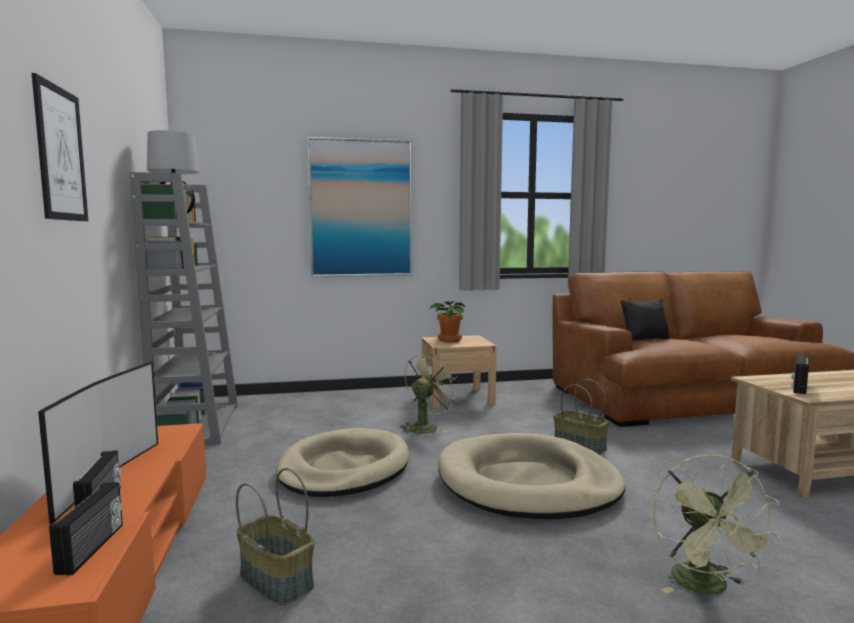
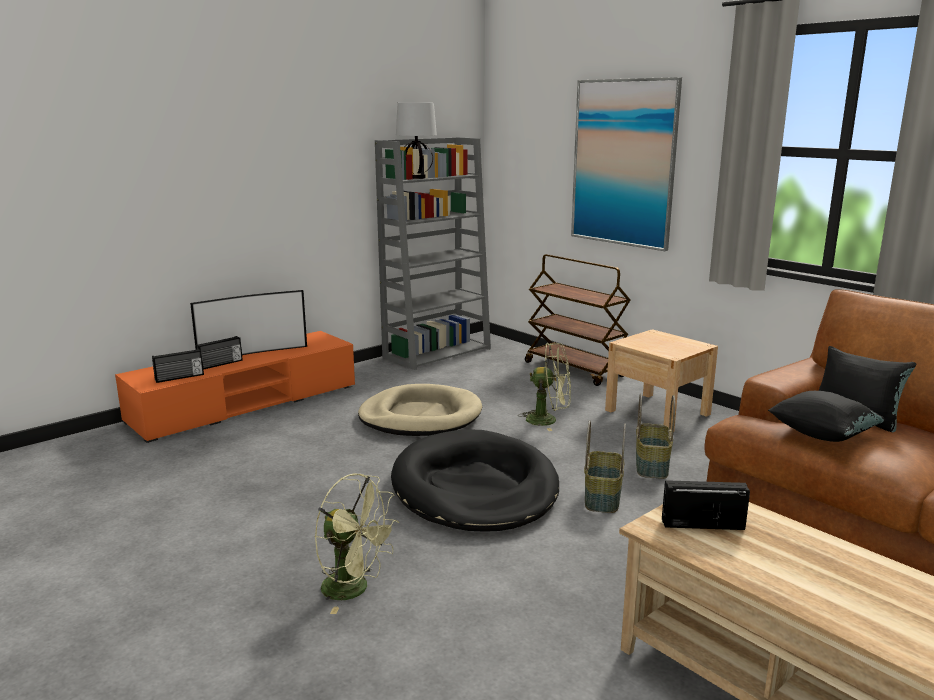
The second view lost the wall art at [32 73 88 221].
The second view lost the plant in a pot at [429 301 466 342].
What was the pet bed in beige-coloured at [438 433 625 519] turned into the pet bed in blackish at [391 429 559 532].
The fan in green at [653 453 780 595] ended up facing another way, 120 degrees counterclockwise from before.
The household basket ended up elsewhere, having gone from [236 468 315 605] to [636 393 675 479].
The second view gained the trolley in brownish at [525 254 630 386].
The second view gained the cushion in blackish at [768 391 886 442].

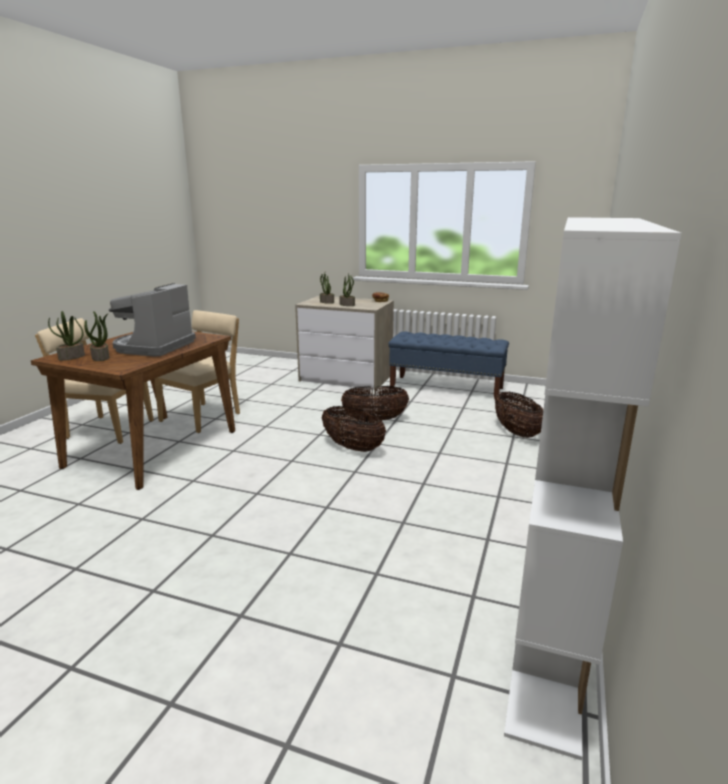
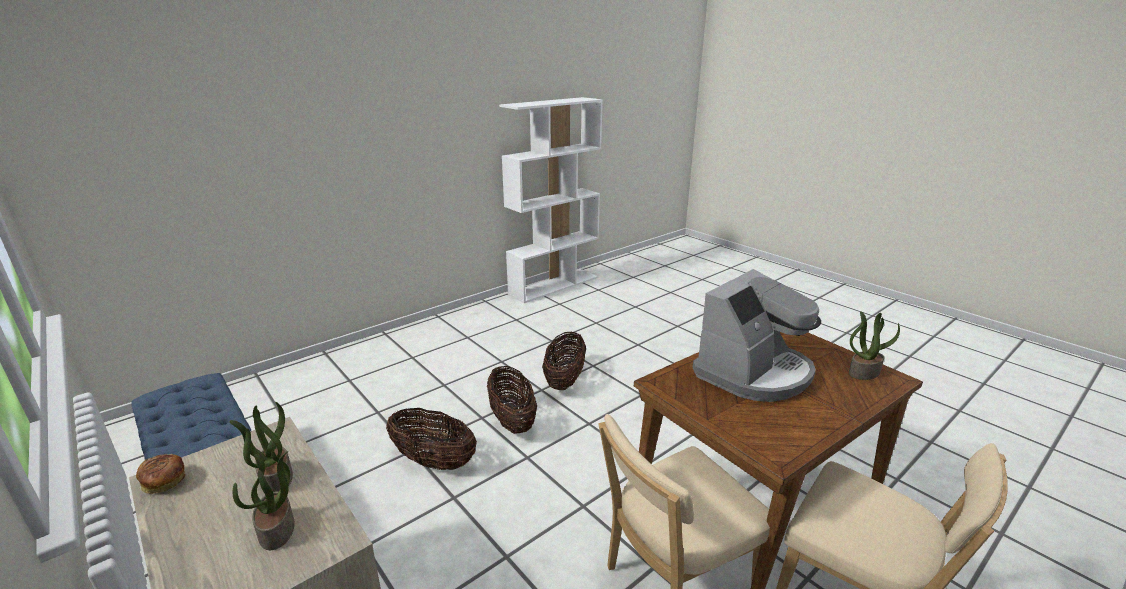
The second view lost the plant in a pot at [84 311 110 361].
The household basket ended up elsewhere, having gone from [495 392 543 438] to [542 332 586 390].

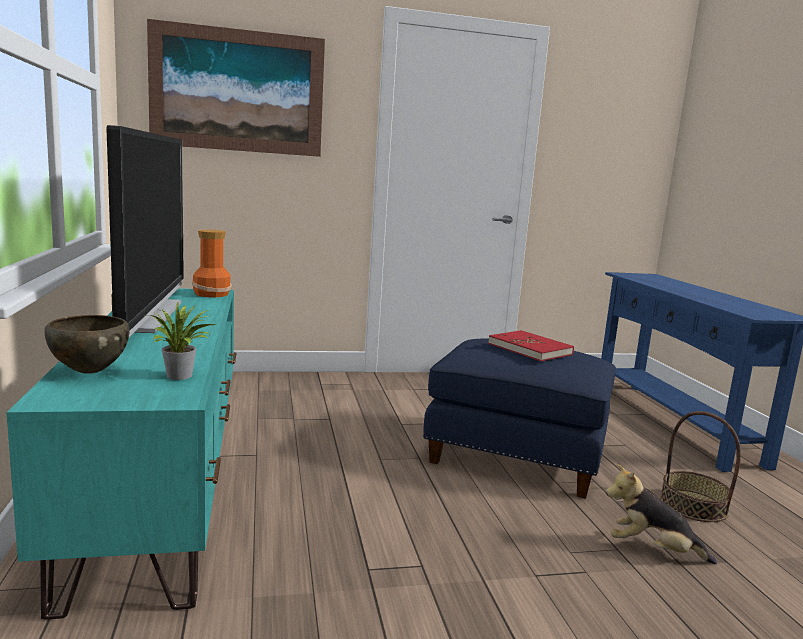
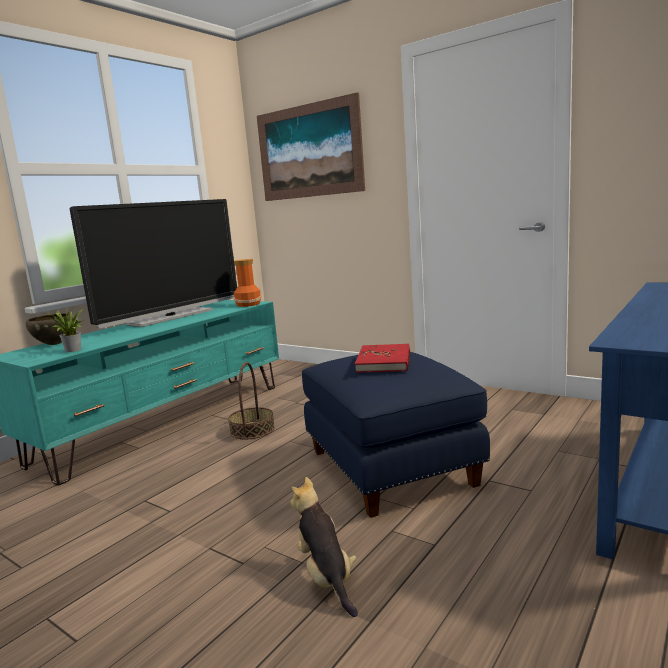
The household basket ended up elsewhere, having gone from [660 411 741 522] to [228 362 275 439].

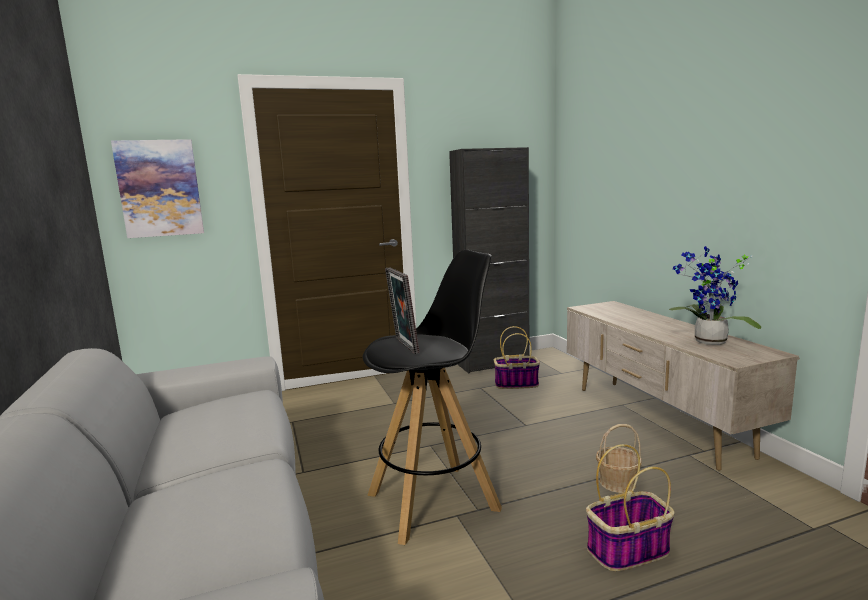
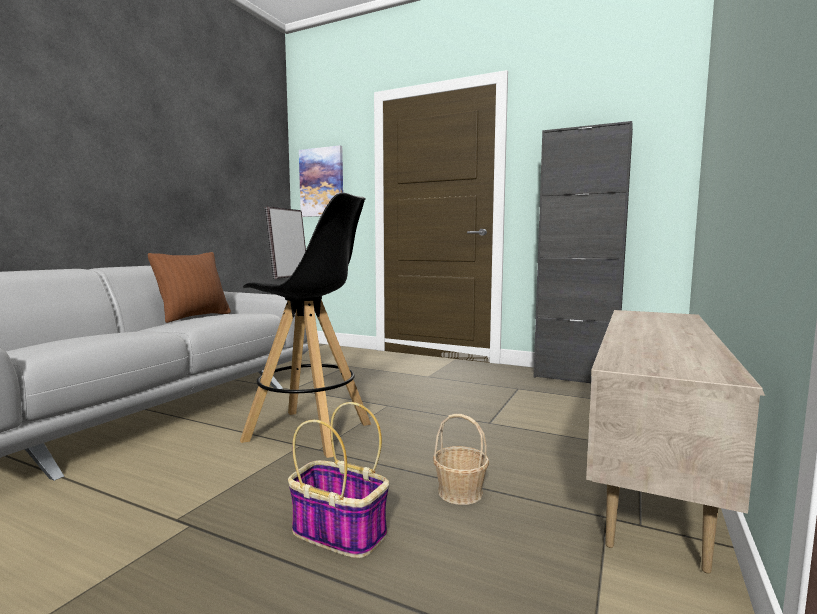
The second view lost the plant in a pot at [669 246 761 345].
The second view lost the household basket at [494 326 540 389].
The second view gained the cushion in brownish at [148 252 231 323].

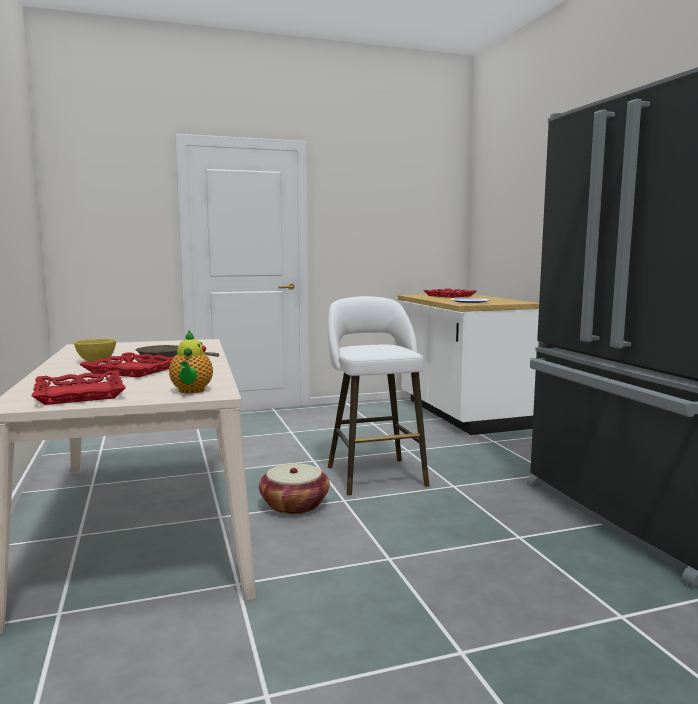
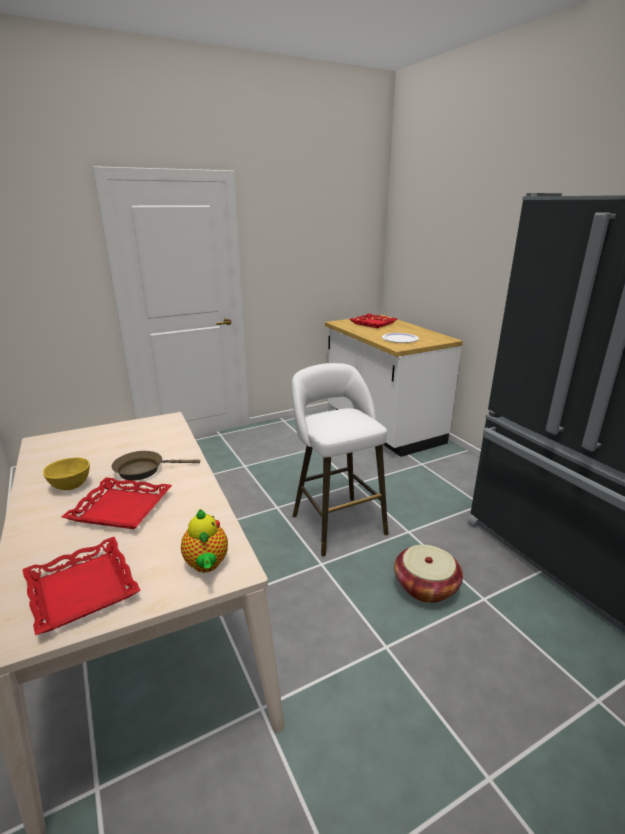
The household basket ended up elsewhere, having gone from [259 463 330 515] to [394 545 463 603].

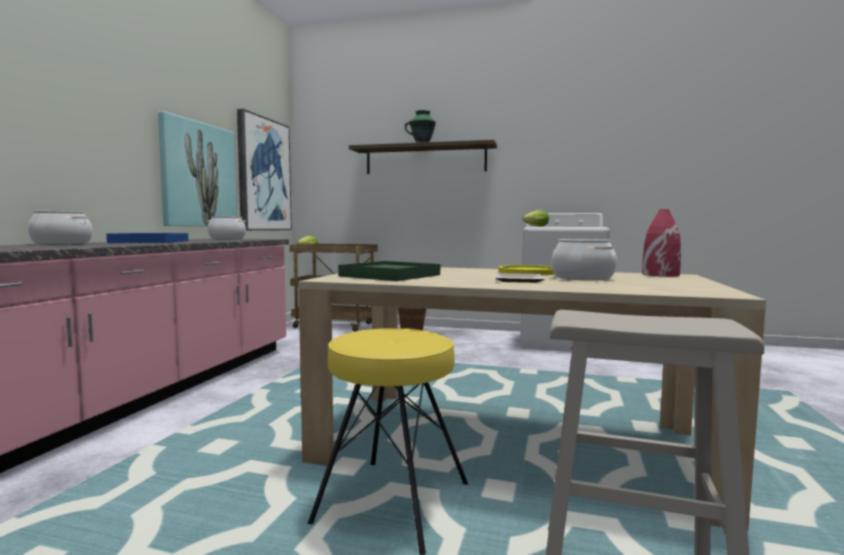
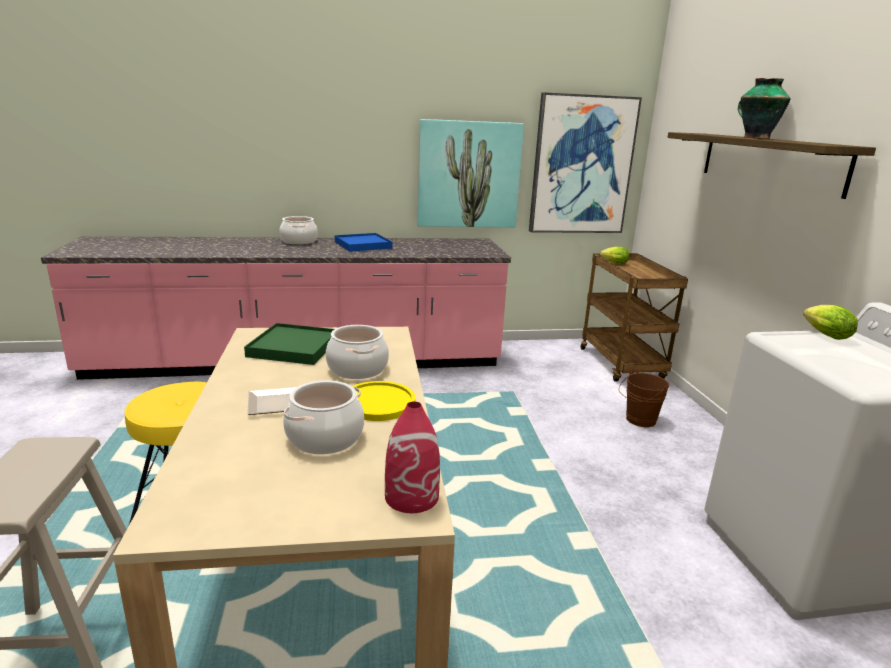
The stockpot ended up elsewhere, having gone from [207 216 246 239] to [326 325 389 379].

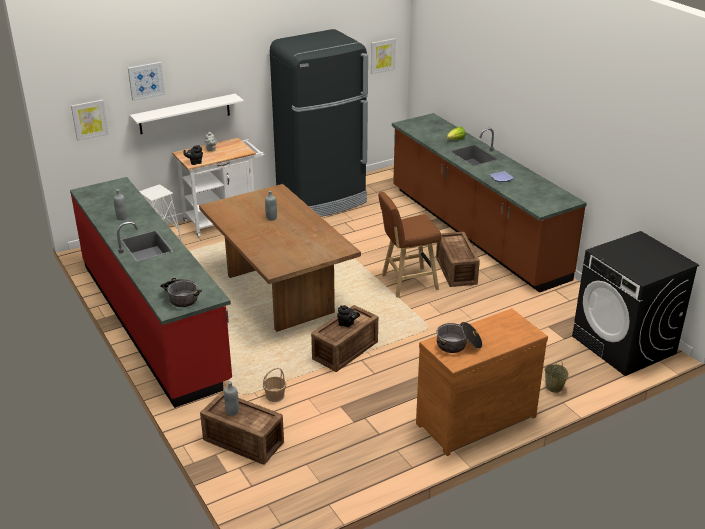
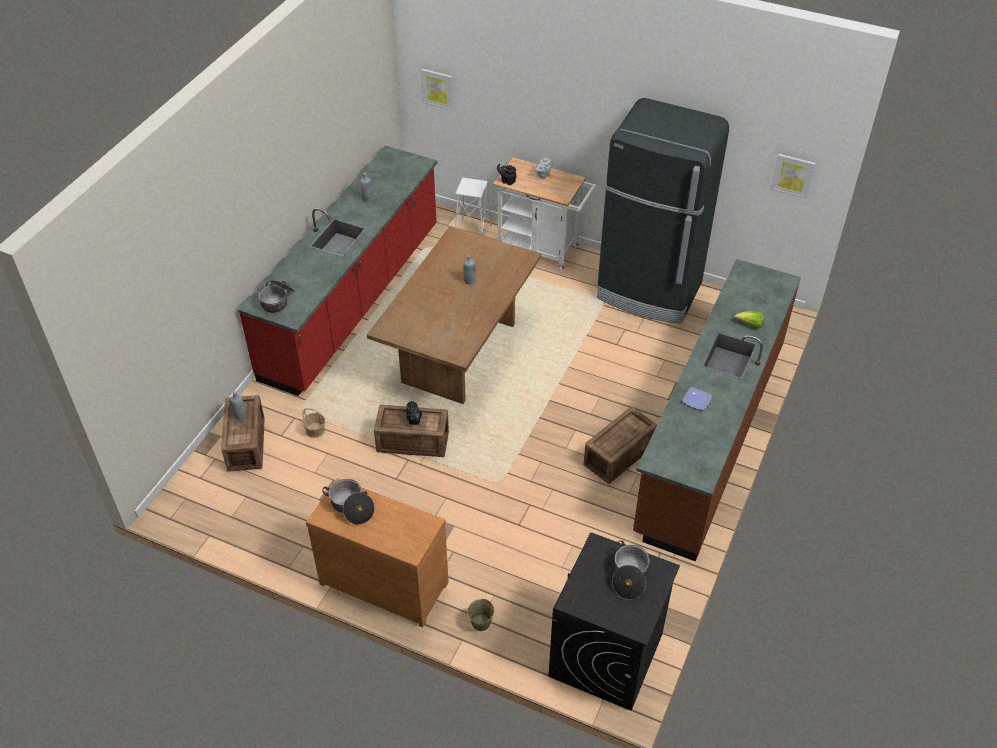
The second view lost the wall art at [128 62 165 101].
The second view lost the wall shelf in white at [130 94 244 134].
The second view lost the stool seat in brownish at [378 192 442 297].
The second view gained the stockpot at [612 540 650 600].

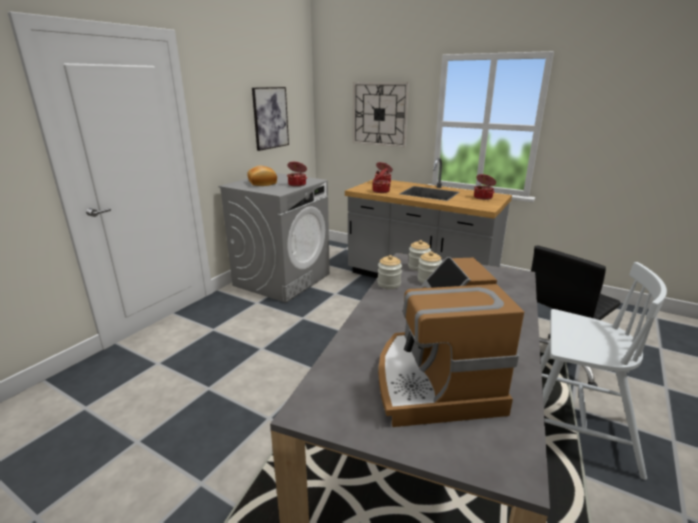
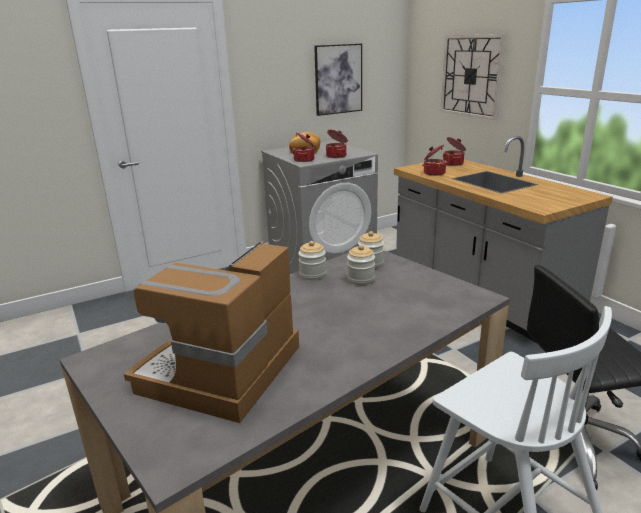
The stockpot ended up elsewhere, having gone from [474 174 496 200] to [293 132 314 162].

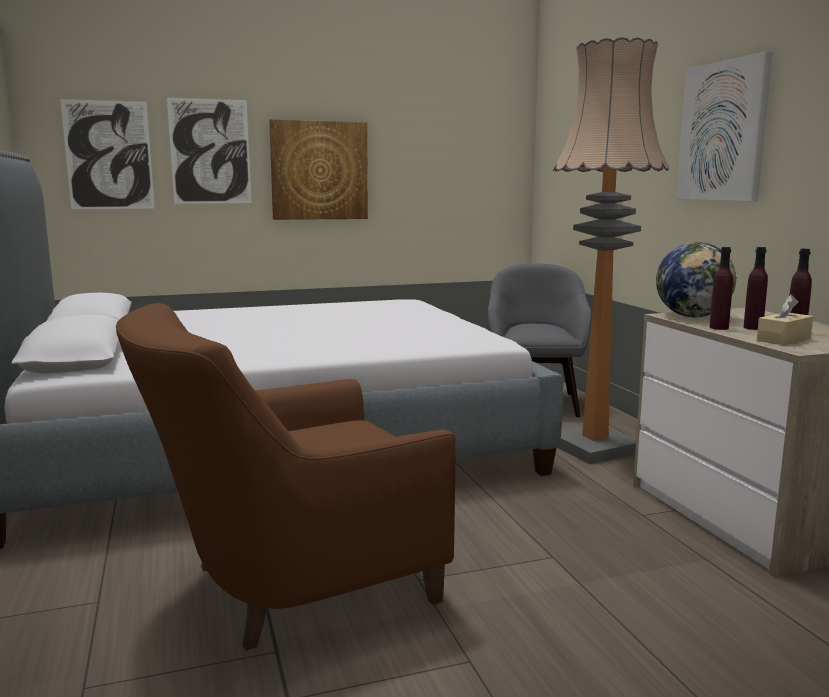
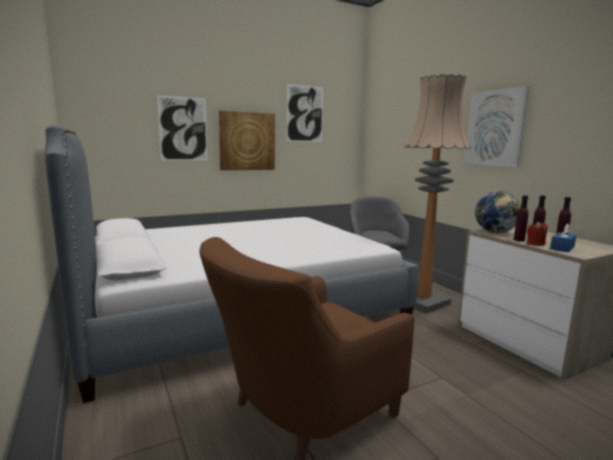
The wall art ended up elsewhere, having gone from [60 99 155 209] to [287 84 323 142].
What was the tissue box in beige-coloured at [757 295 813 345] turned into the tissue box in blue at [550 224 576 252].
The second view gained the candle in red at [527 221 547 246].

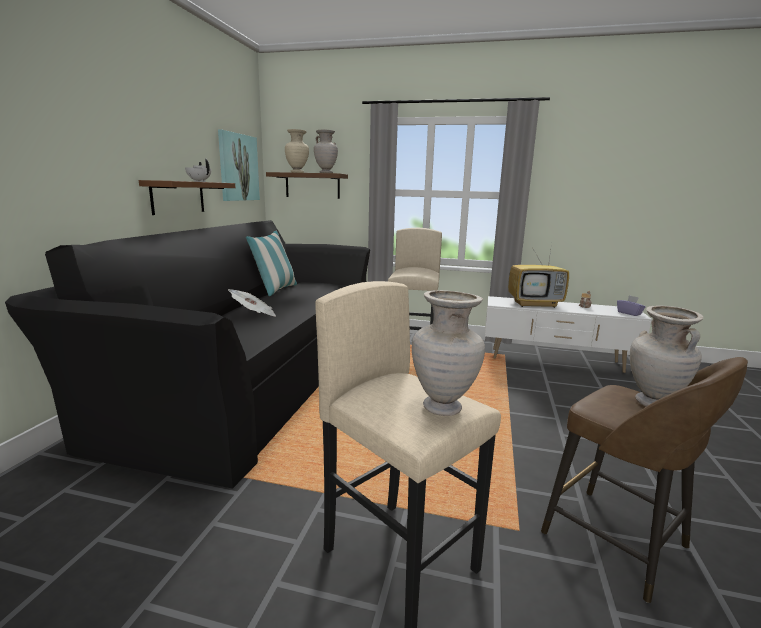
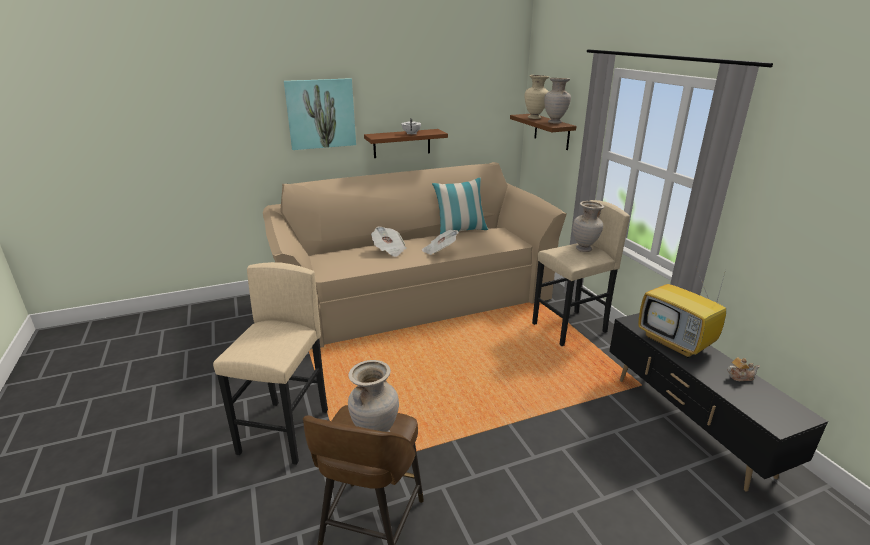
The wall art ended up elsewhere, having gone from [218 129 260 201] to [284 78 356 150].
What was the couch in blackish at [5 220 370 489] turned into the couch in beige-coloured at [263 162 566 350].
The decorative vase in beige-coloured ended up elsewhere, having gone from [412 290 485 416] to [573 201 604 252].
The second view lost the tissue box in purple-coloured at [617 295 646 316].
What was the tv unit in white at [485 296 652 373] turned into the tv unit in blackish at [609 313 828 492].
The second view gained the daily paper at [422 230 459 255].

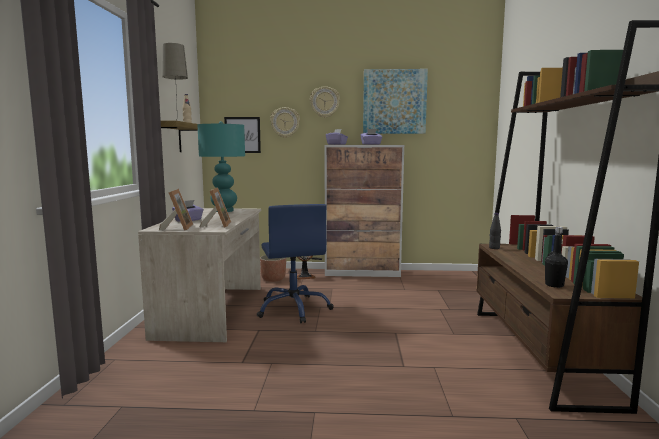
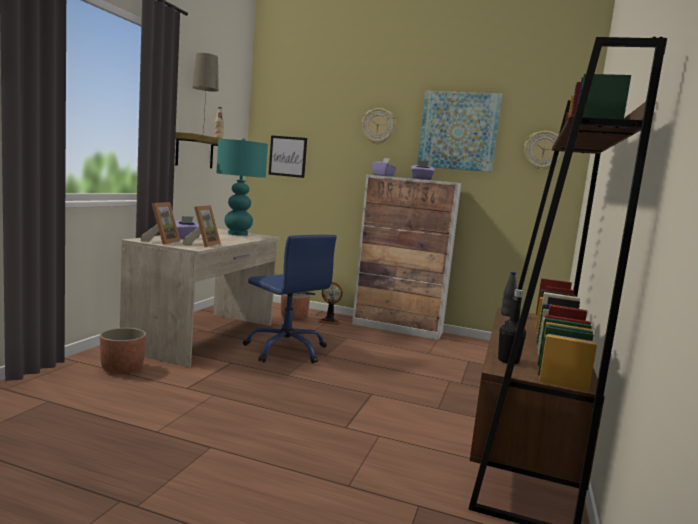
The wall clock ended up elsewhere, having gone from [270 107 300 138] to [524 131 563 170].
The computer chair in blue at [257 204 334 323] ended up facing another way, 45 degrees counterclockwise from before.
The second view gained the planter at [100 328 146 374].

